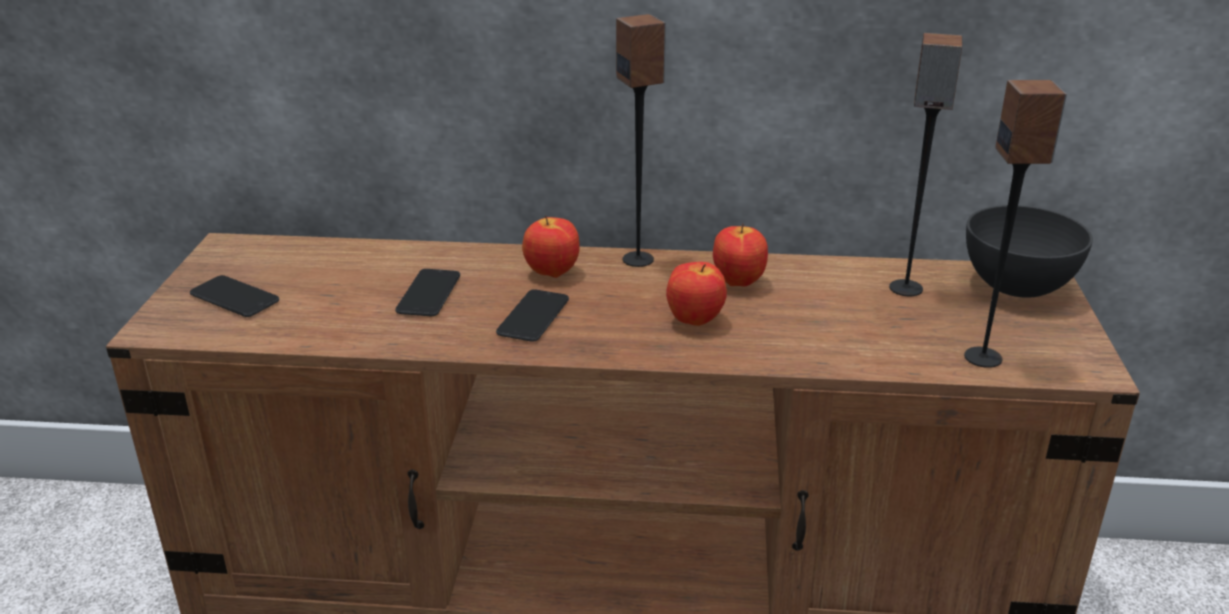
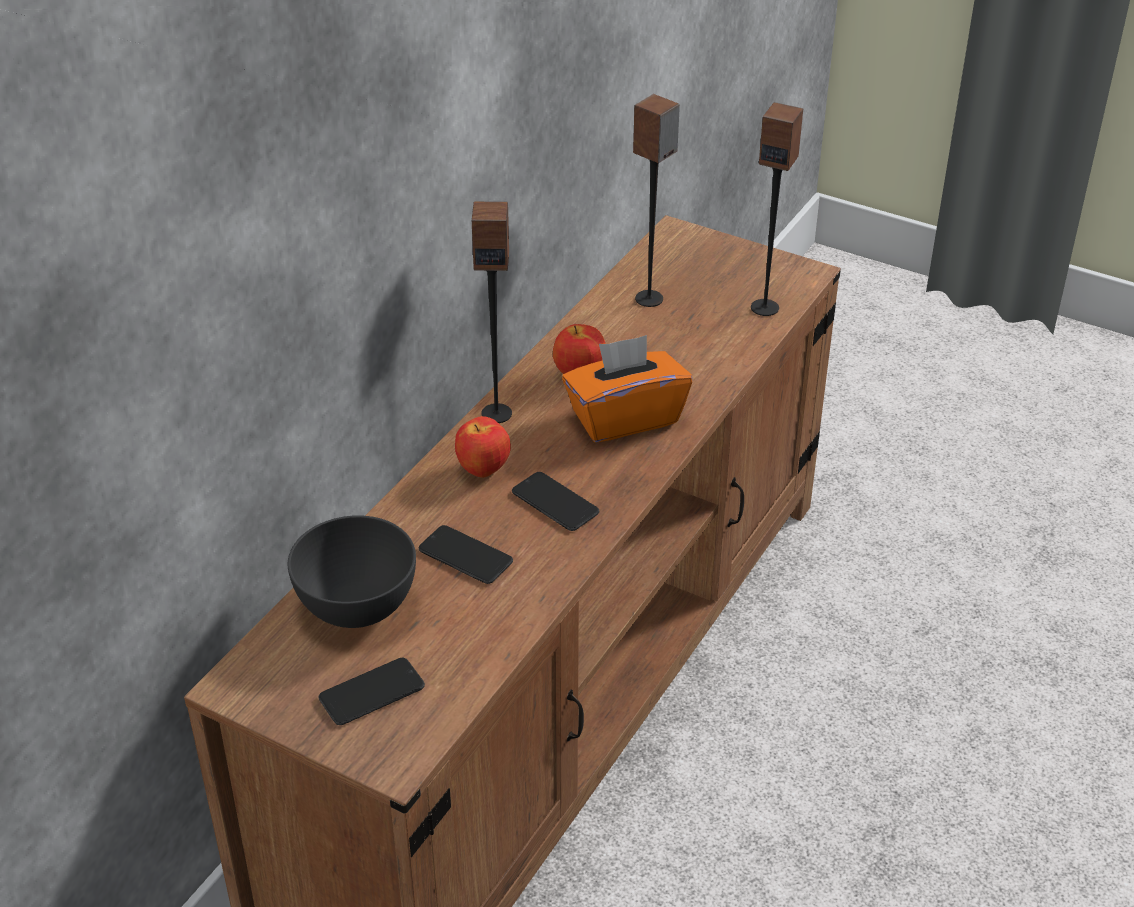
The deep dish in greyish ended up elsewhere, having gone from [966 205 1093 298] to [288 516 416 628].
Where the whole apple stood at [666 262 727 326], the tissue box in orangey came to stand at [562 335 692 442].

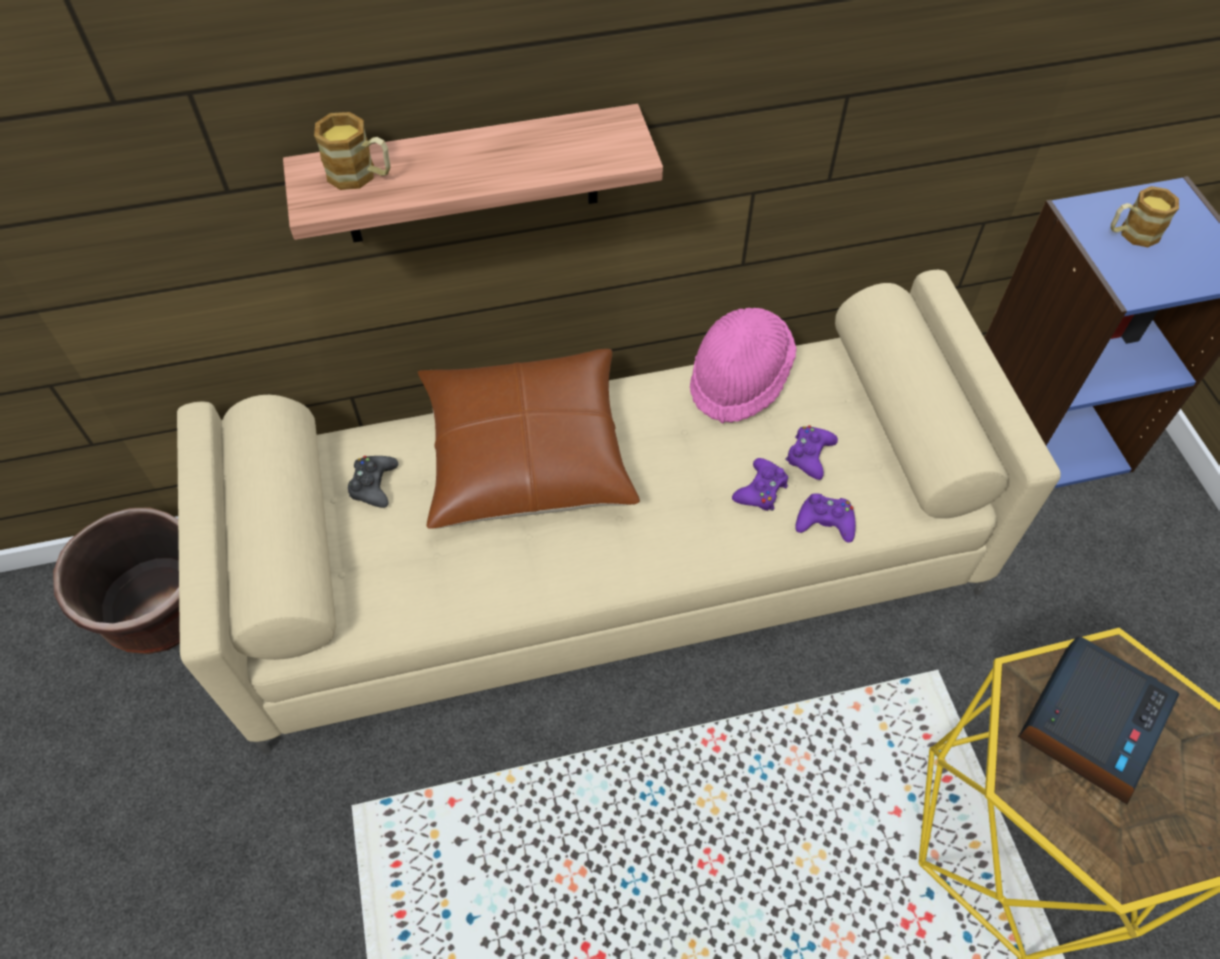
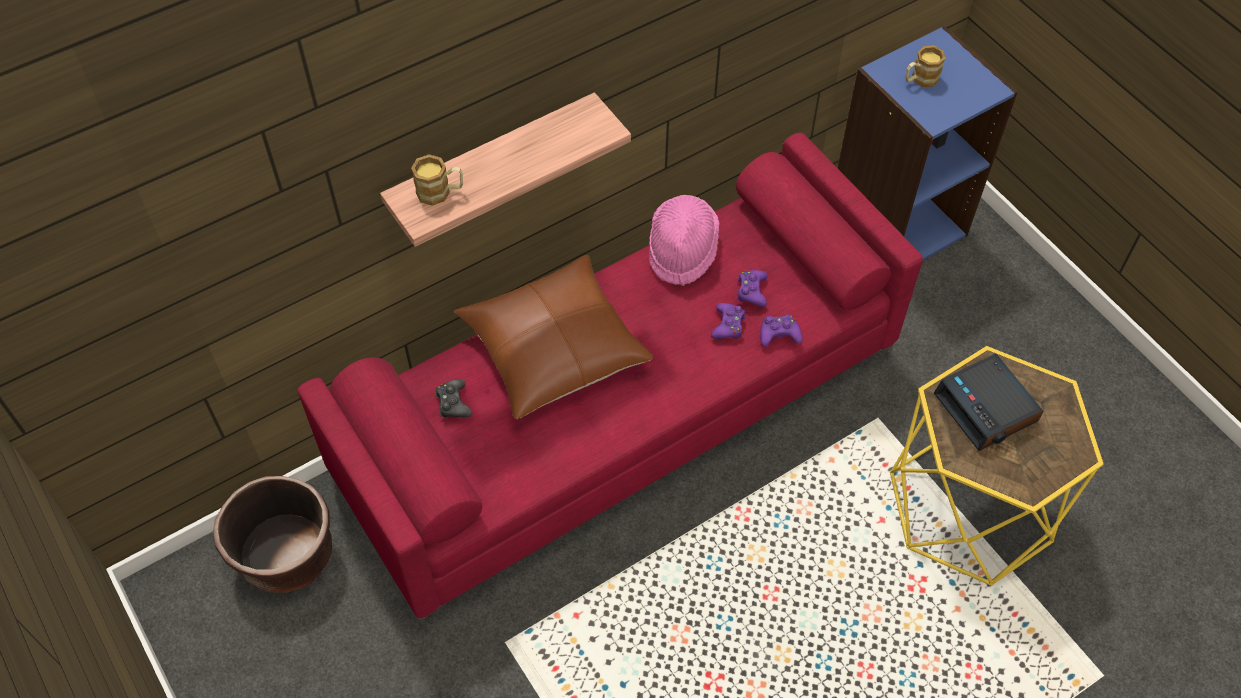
What was the couch in beige-coloured at [177 270 1061 754] turned into the couch in red at [298 133 923 630].
The alarm clock at [1018 636 1179 805] ended up facing another way, 135 degrees clockwise from before.

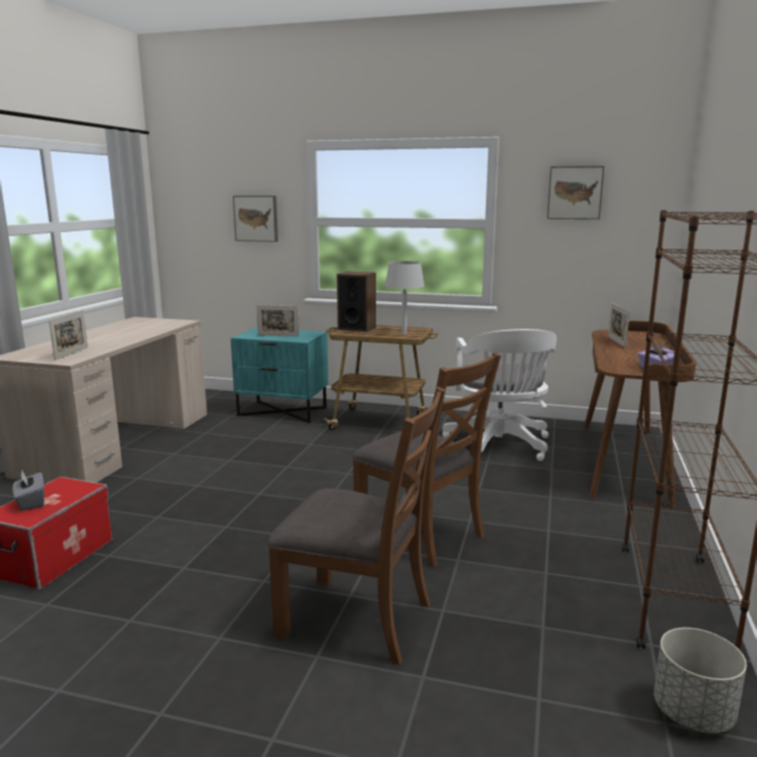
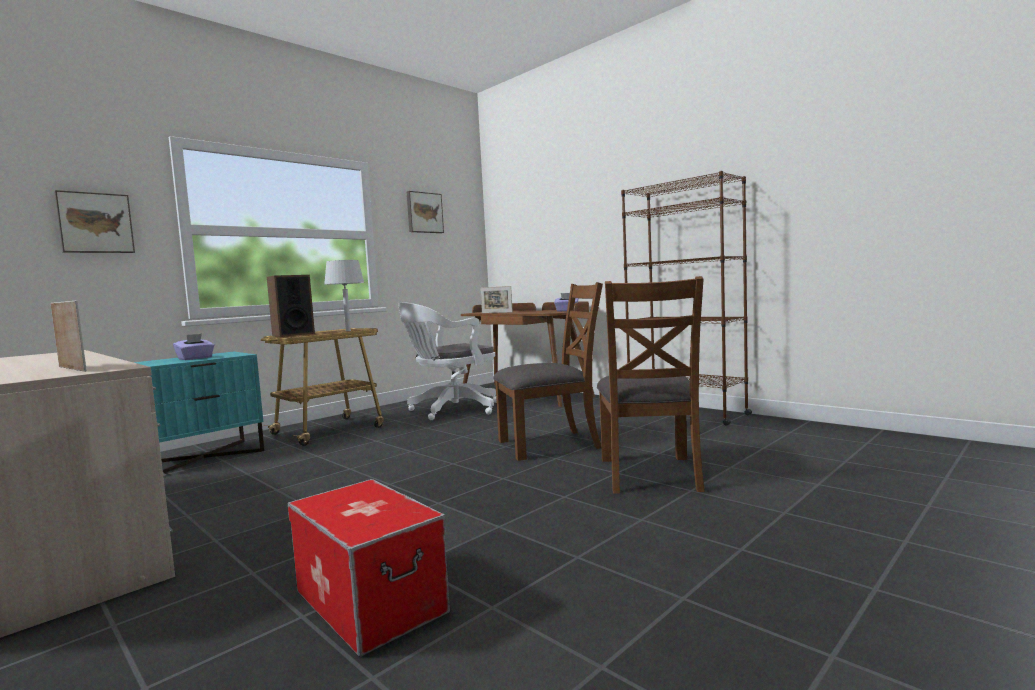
Where the standing frame stood at [256 305 299 337], the tissue box in purple-coloured came to stand at [173 334 214 360].
The computer chair in white at [442 329 557 461] ended up facing another way, 120 degrees clockwise from before.
The chair in brownish at [267 387 446 665] ended up facing another way, 135 degrees clockwise from before.
The second view lost the tissue box in greyish at [13 471 45 511].
The second view lost the planter in greyish at [654 628 747 733].

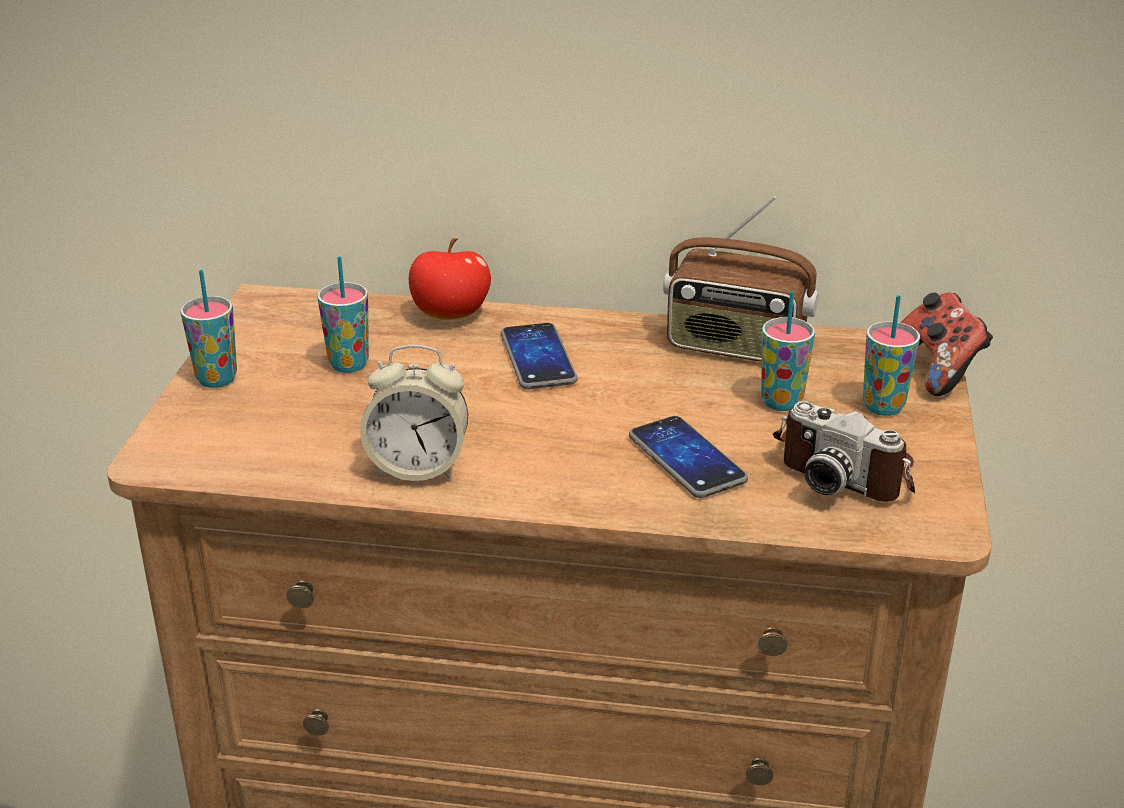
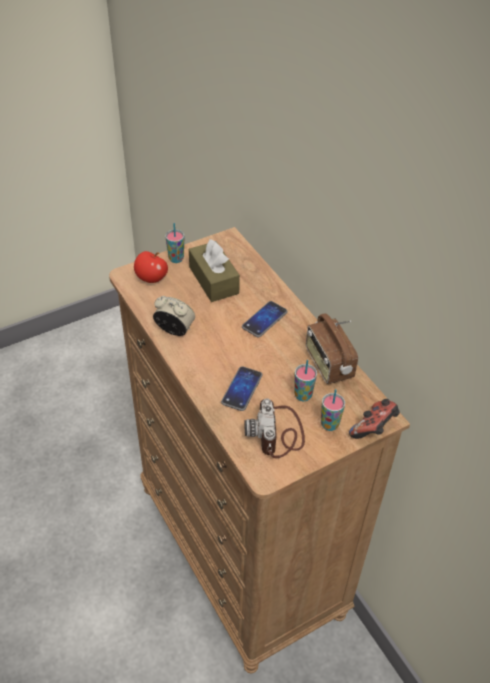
The whole apple ended up elsewhere, having gone from [409 238 491 320] to [134 251 168 283].
Where the cup stood at [318 256 369 373], the tissue box in brownish came to stand at [189 239 240 302].
The alarm clock at [360 345 468 481] ended up facing another way, 150 degrees clockwise from before.

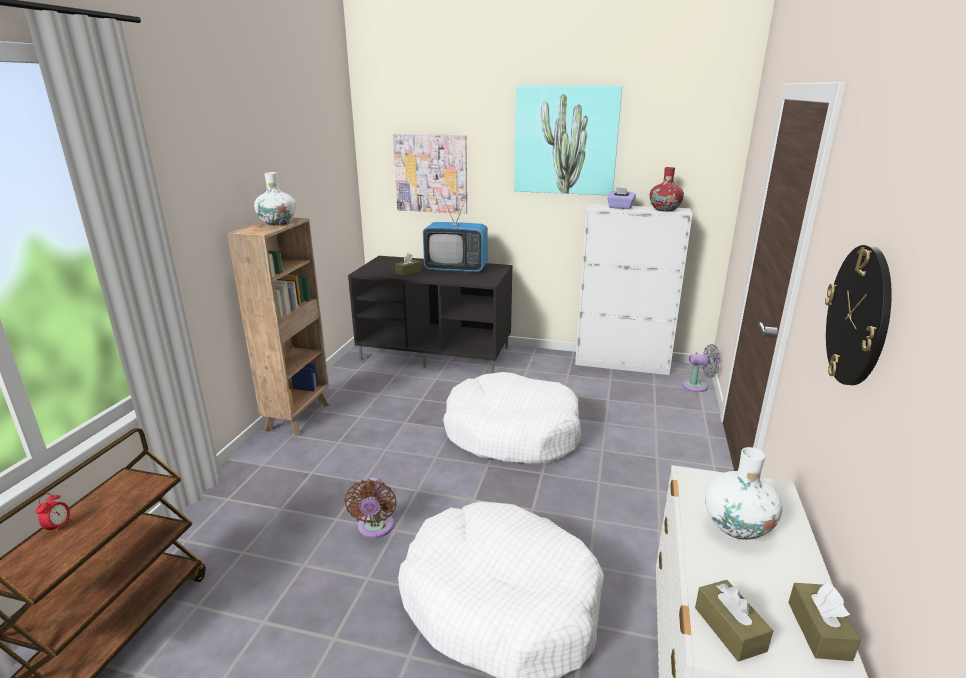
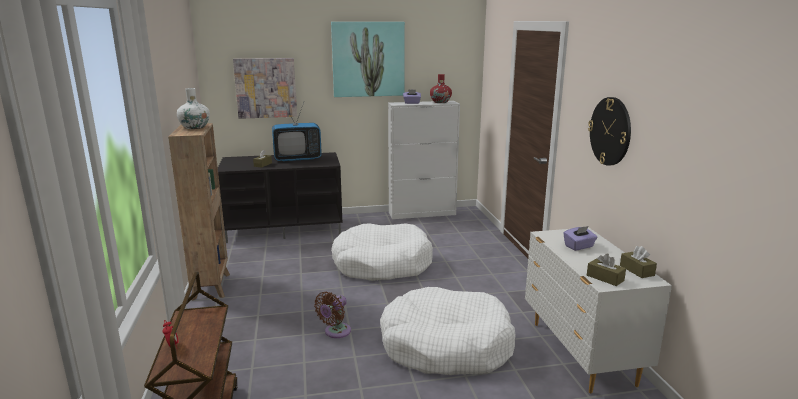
The second view lost the fan in greyish at [682 344 720 392].
Where the decorative vase in white stood at [705 447 783 540], the tissue box in purple-coloured came to stand at [564 226 597 251].
The fan in brownish at [344 477 397 538] ended up facing another way, 60 degrees clockwise from before.

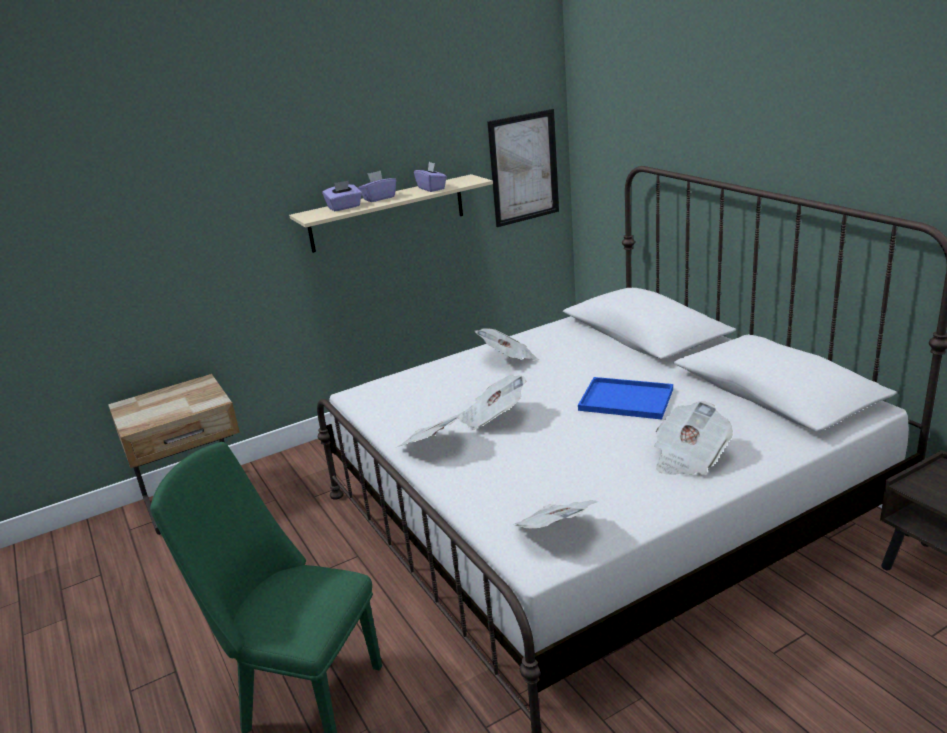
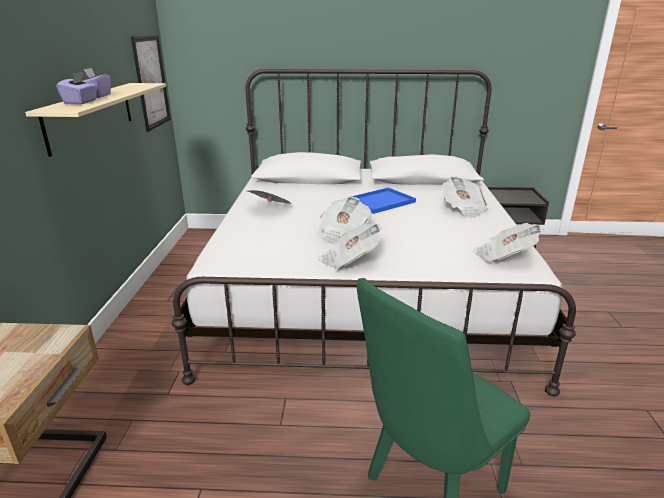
The second view lost the tissue box in purple-coloured at [414 162 447 192].

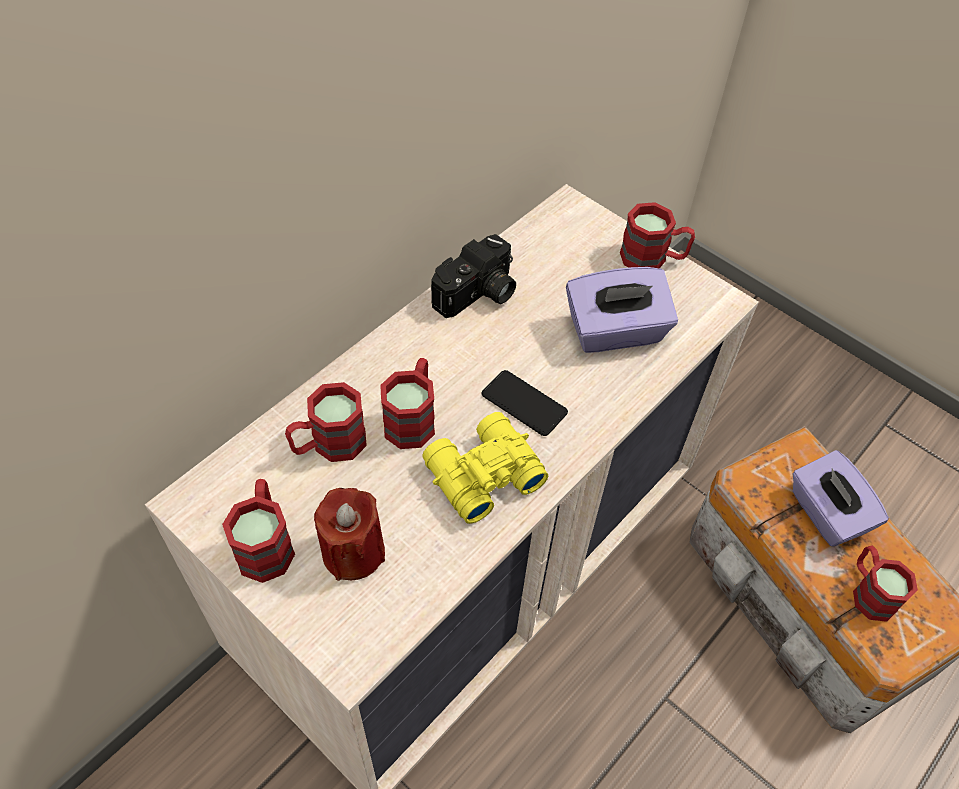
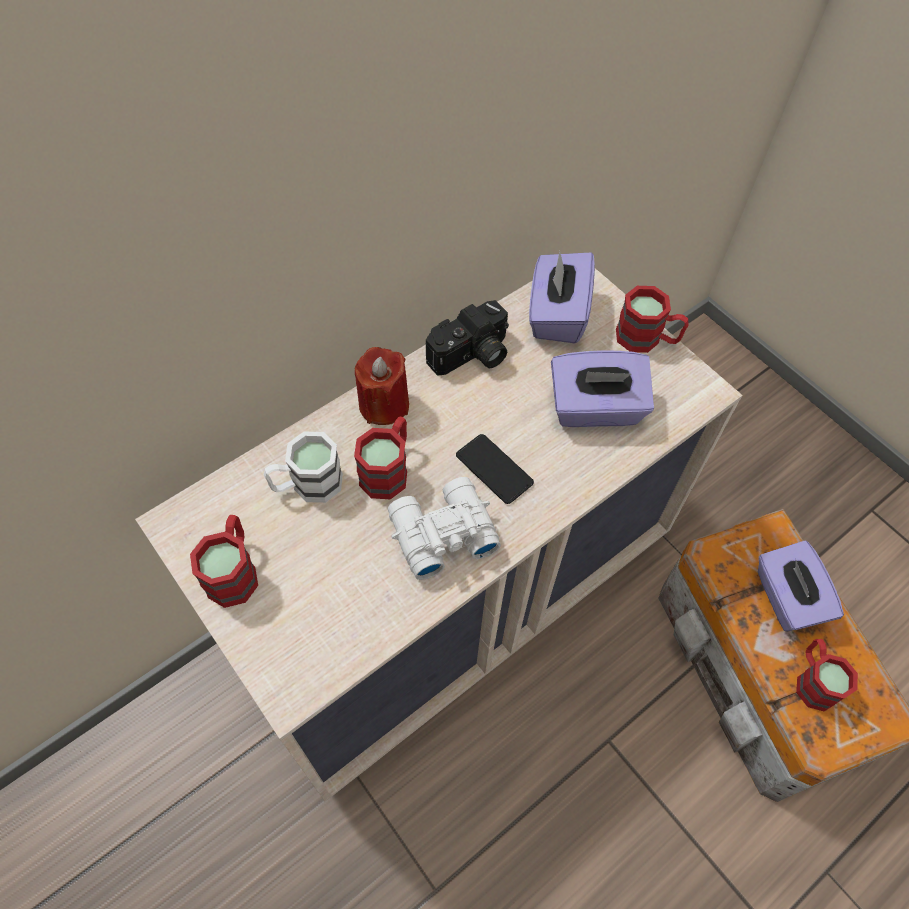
What was the tea mug in red at [285 382 367 462] turned into the tea mug in white at [264 432 343 503].
What was the field glasses in yellowish at [422 412 548 524] turned into the field glasses in white at [388 477 501 580].
The candle in red ended up elsewhere, having gone from [314 488 385 581] to [354 347 409 425].
The second view gained the tissue box in purple-coloured at [529 251 595 343].

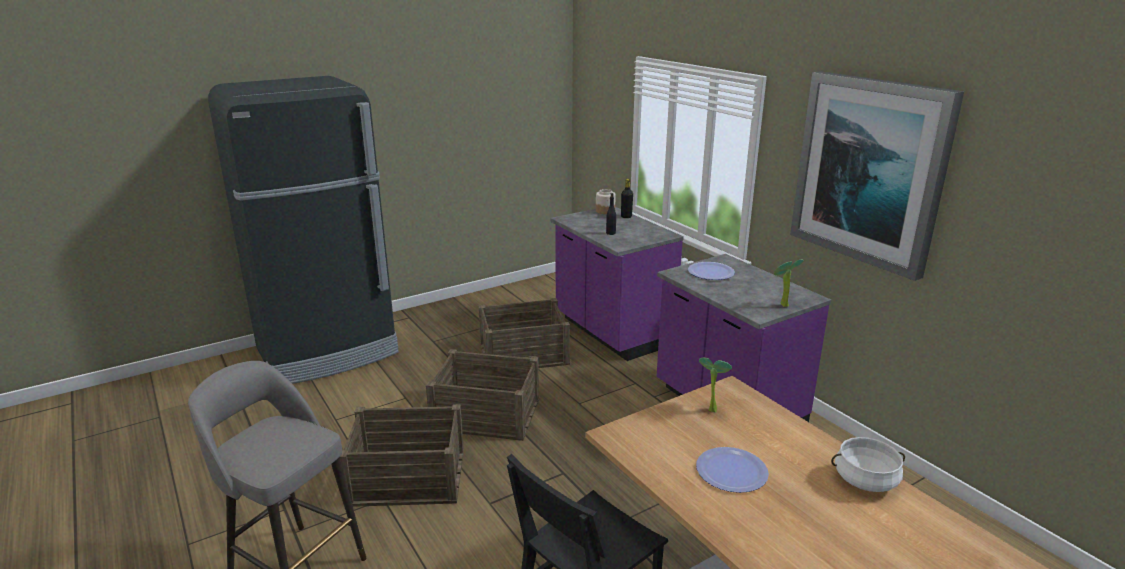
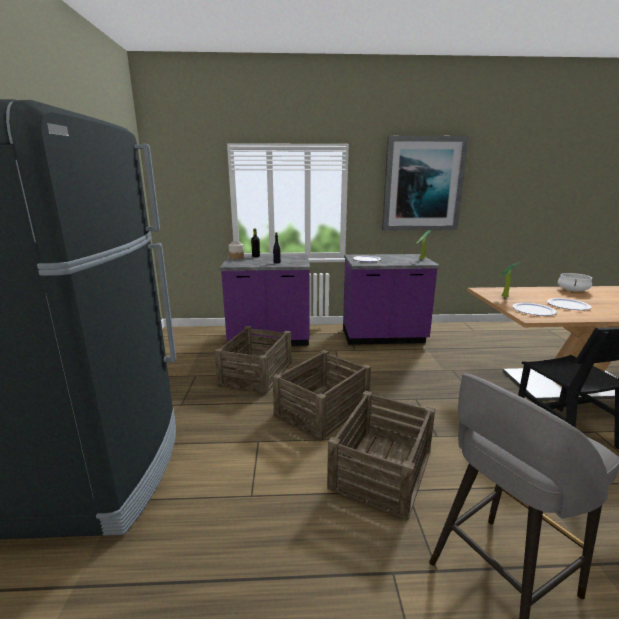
The second view gained the plate at [512 303 557 316].

